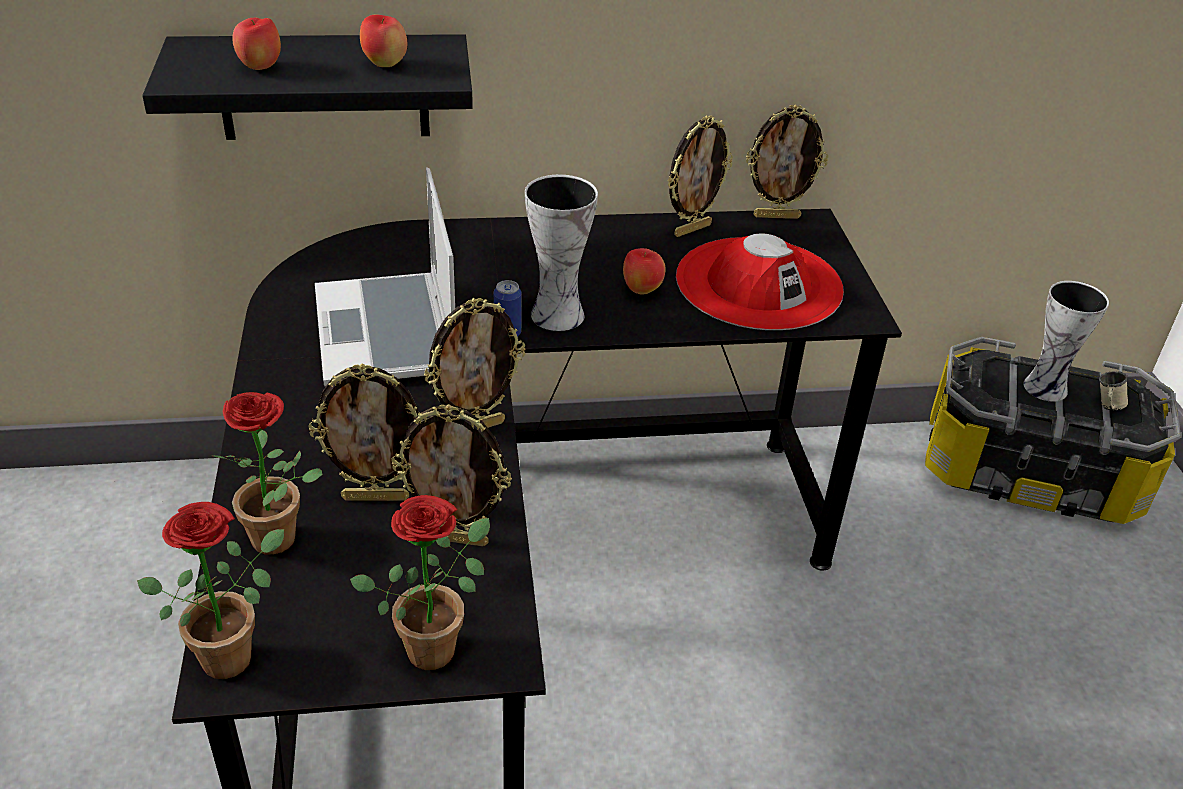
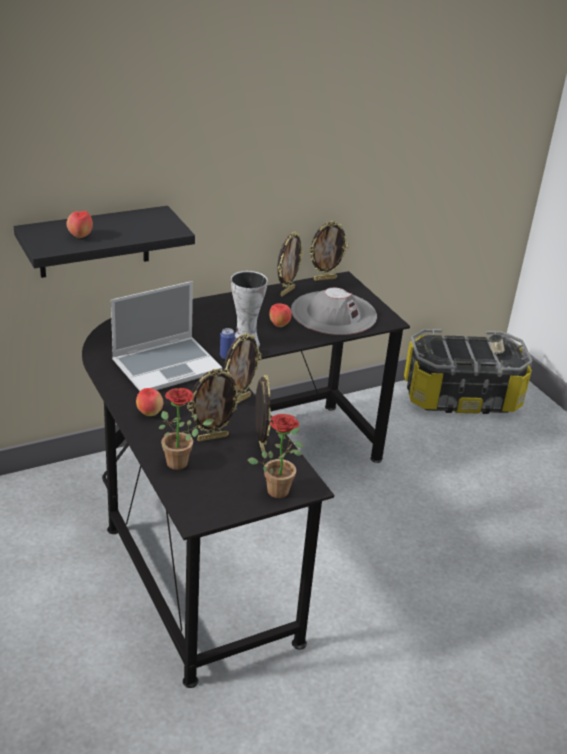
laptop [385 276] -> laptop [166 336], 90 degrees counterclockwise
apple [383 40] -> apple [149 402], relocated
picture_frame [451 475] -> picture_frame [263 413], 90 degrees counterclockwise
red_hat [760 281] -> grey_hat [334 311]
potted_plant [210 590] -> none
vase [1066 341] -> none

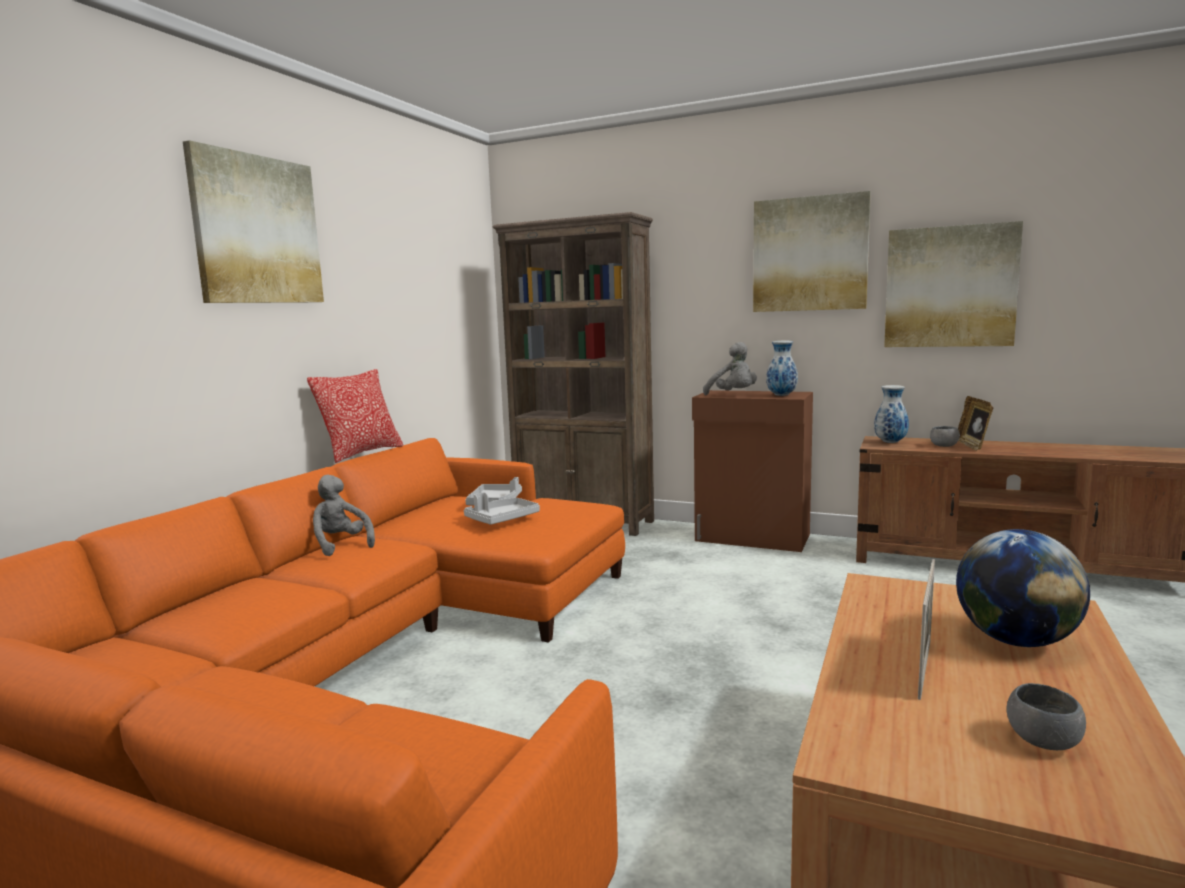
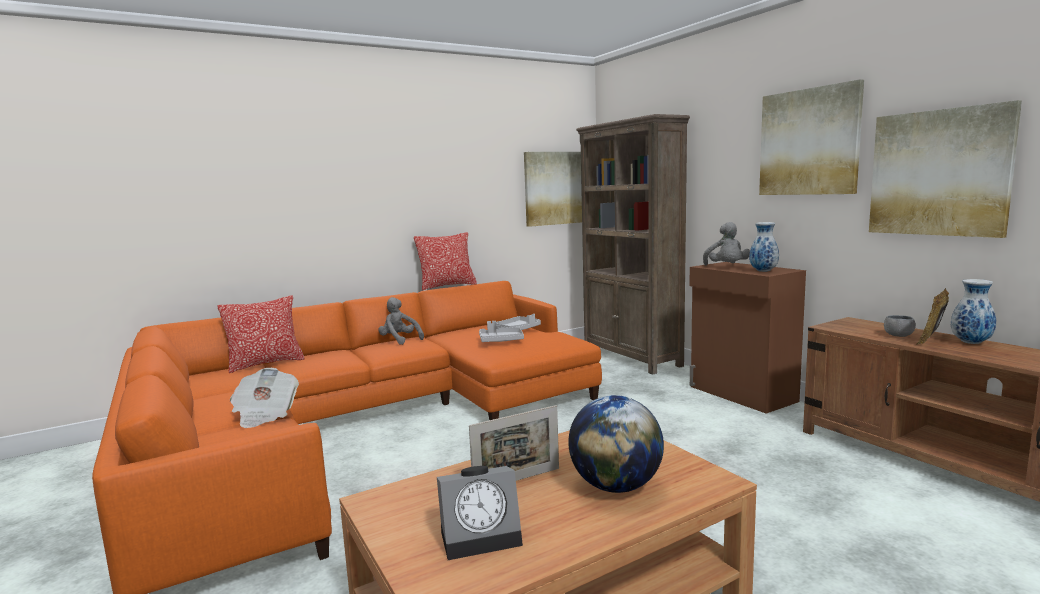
none -> pillow [261 334]
none -> newspaper [264 398]
grey_plush_toy [344 515] -> grey_plush_toy [401 321], 45 degrees counterclockwise
grey_bowl [1046 716] -> alarm_clock [480 513]
picture [253 221] -> picture [553 189], relocated
vase [891 414] -> vase [973 311], relocated

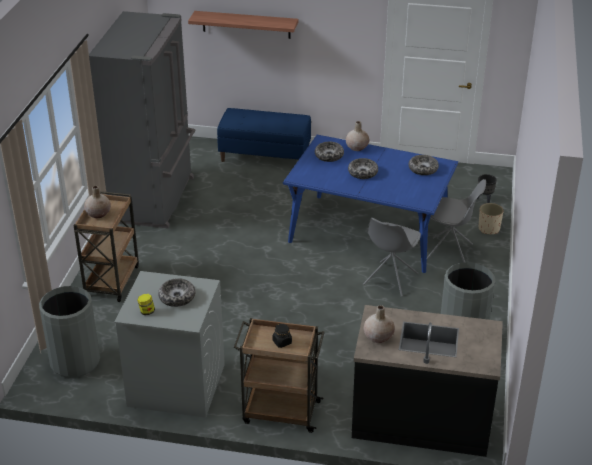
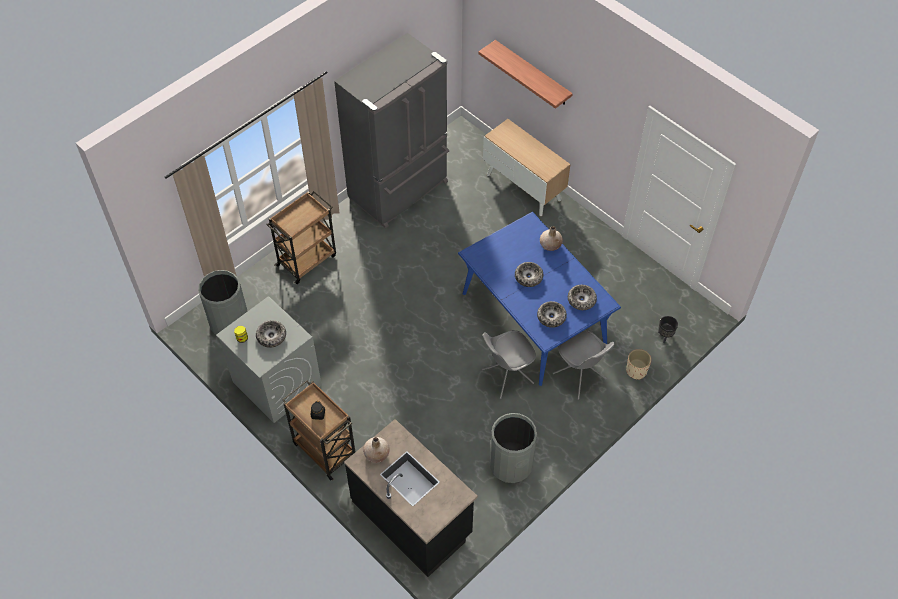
blue_bench [264 135] -> cabinet [526 167]
bowl [329 152] -> bowl [552 314], relocated
beige_vase [97 202] -> none

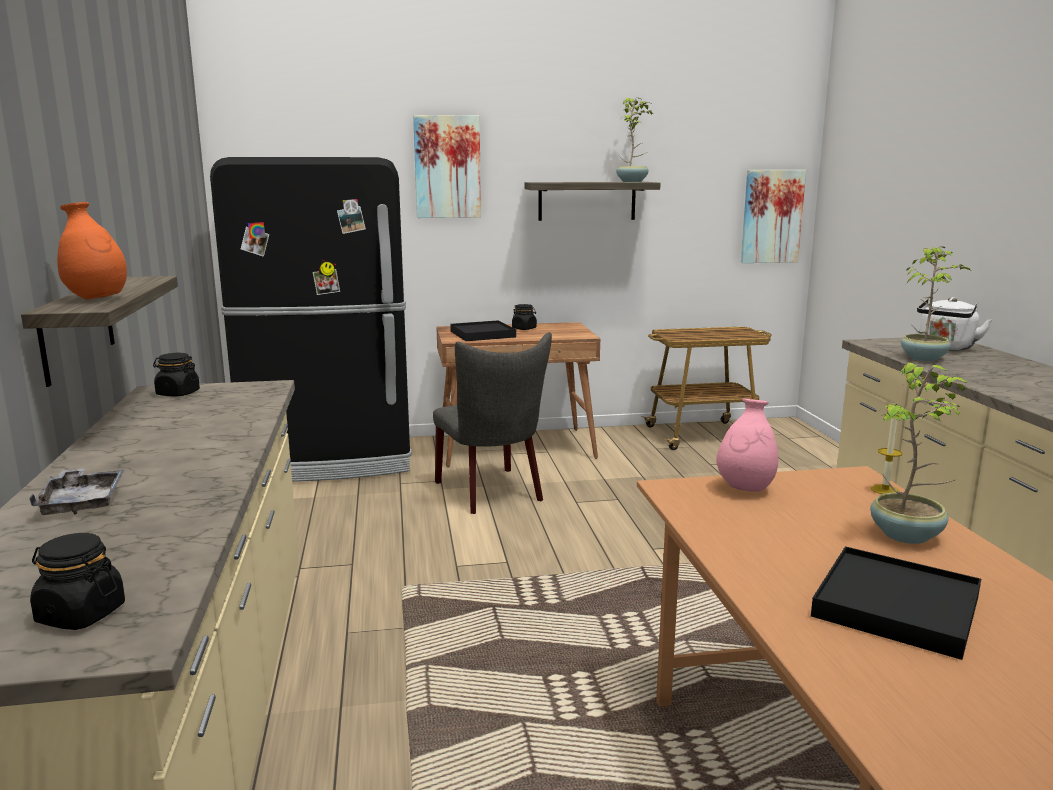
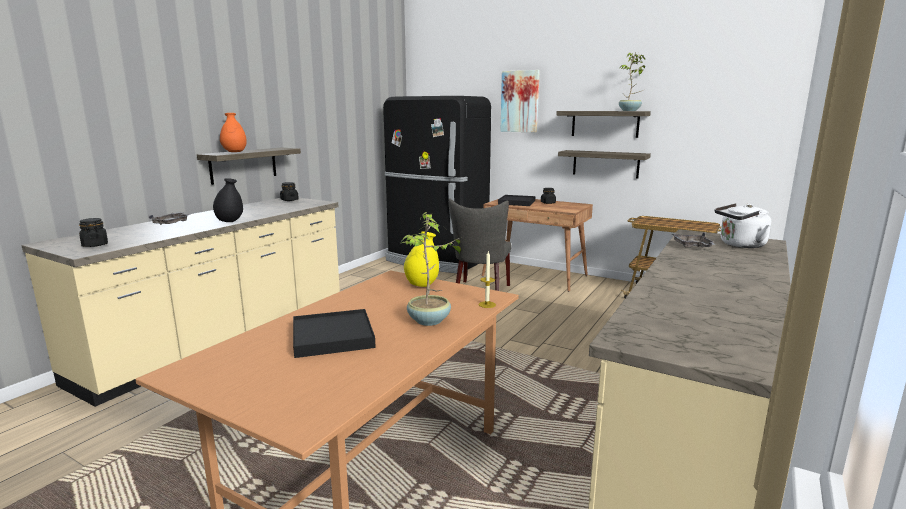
none -> black_vase [228 200]
pink_vase [747 445] -> yellow_vase [421 259]
none -> shelf [604 164]
potted_plant [935 303] -> grey_tray [694 240]
picture [773 216] -> none

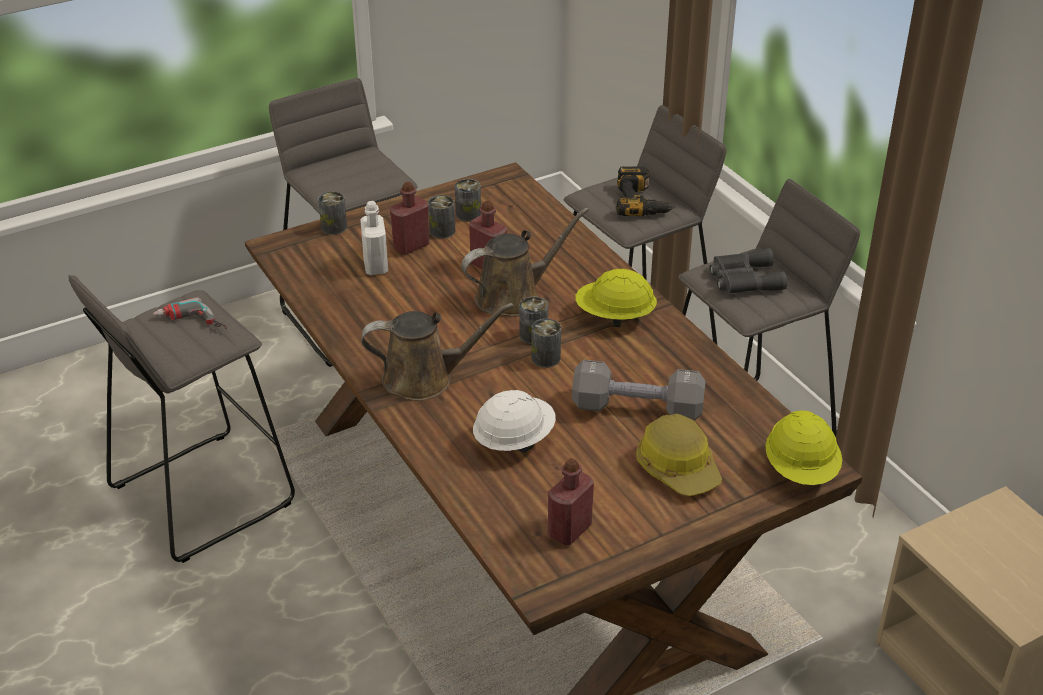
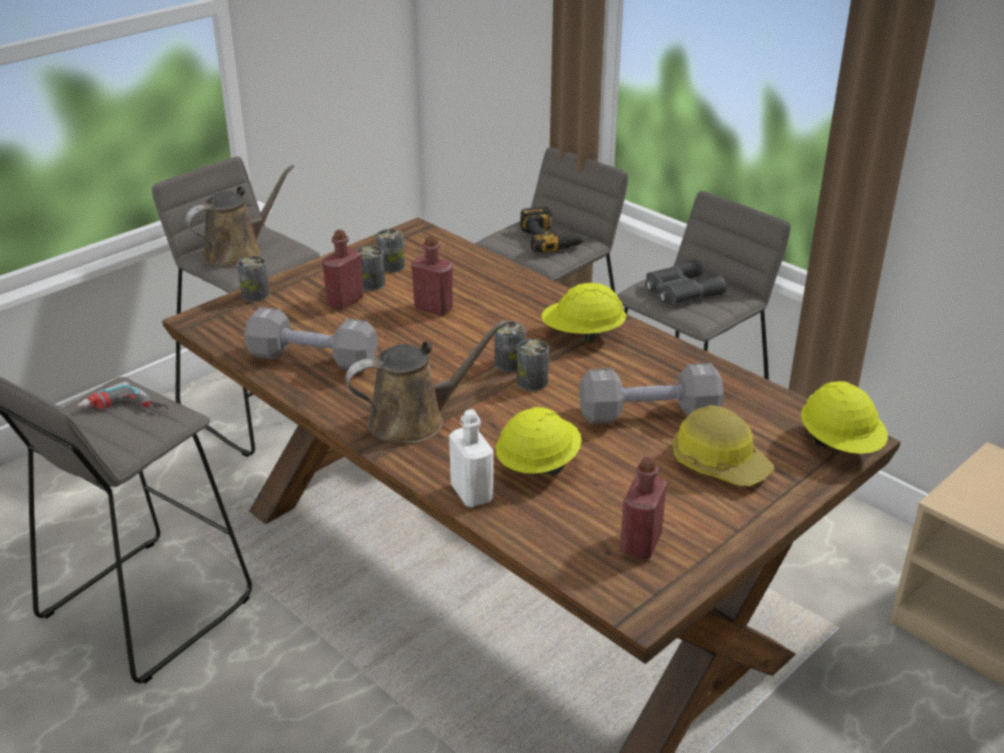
brown_watering_can [525 262] -> brown_watering_can [239 215], relocated
none -> grey_dumbbell [311 339]
white_bottle [374 238] -> white_bottle [471 458], relocated
white_hard_hat [514 421] -> yellow_hard_hat [539 441]

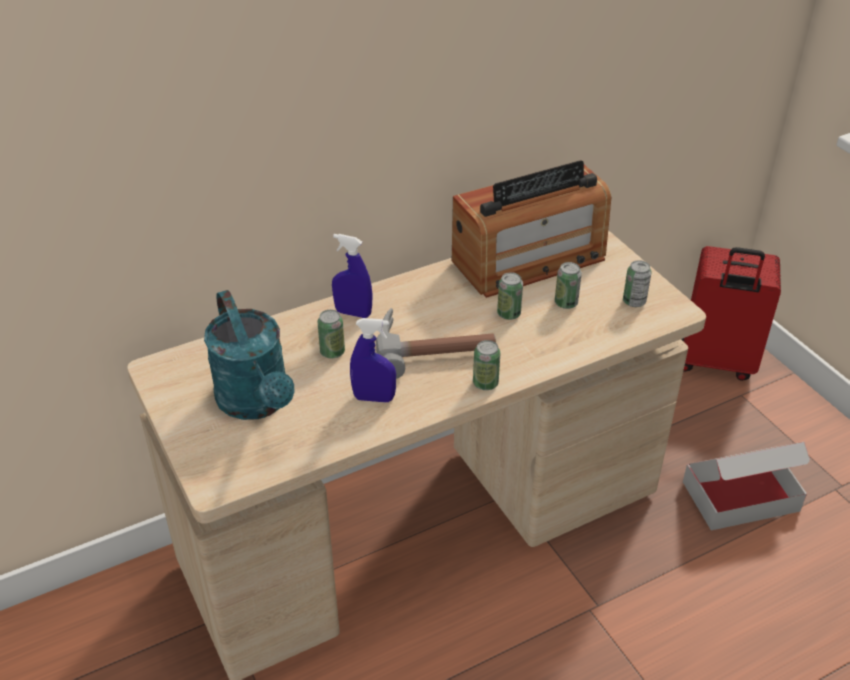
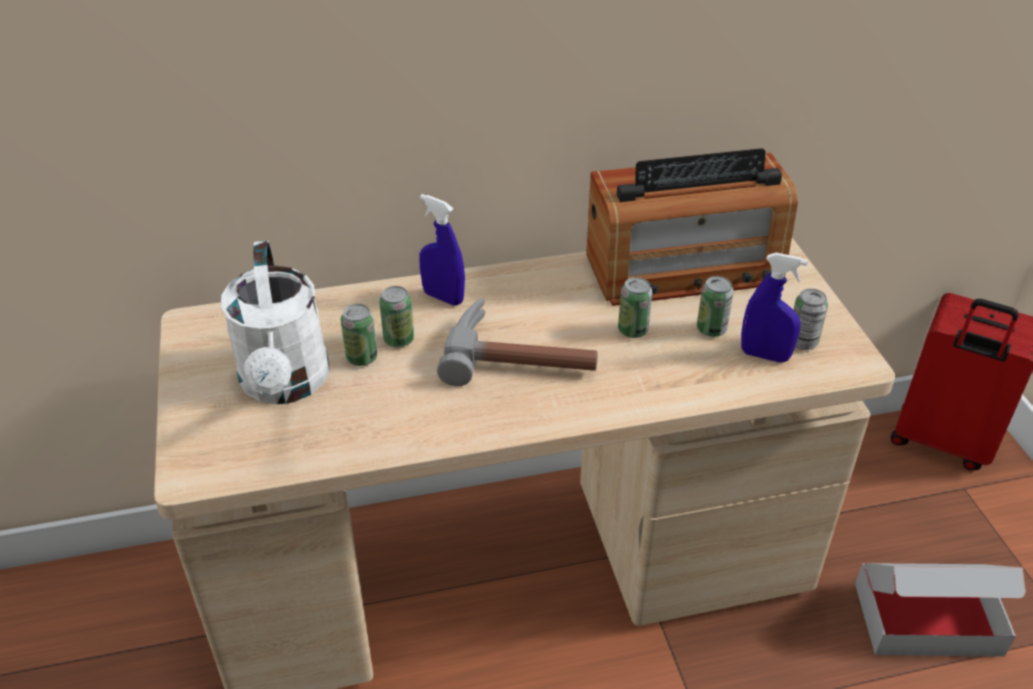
turquoise_watering_can [249 355] -> white_watering_can [275 322]
can [486 365] -> can [359 335], relocated
blue_spray_bottle [373 360] -> blue_spray_bottle [774 308], relocated

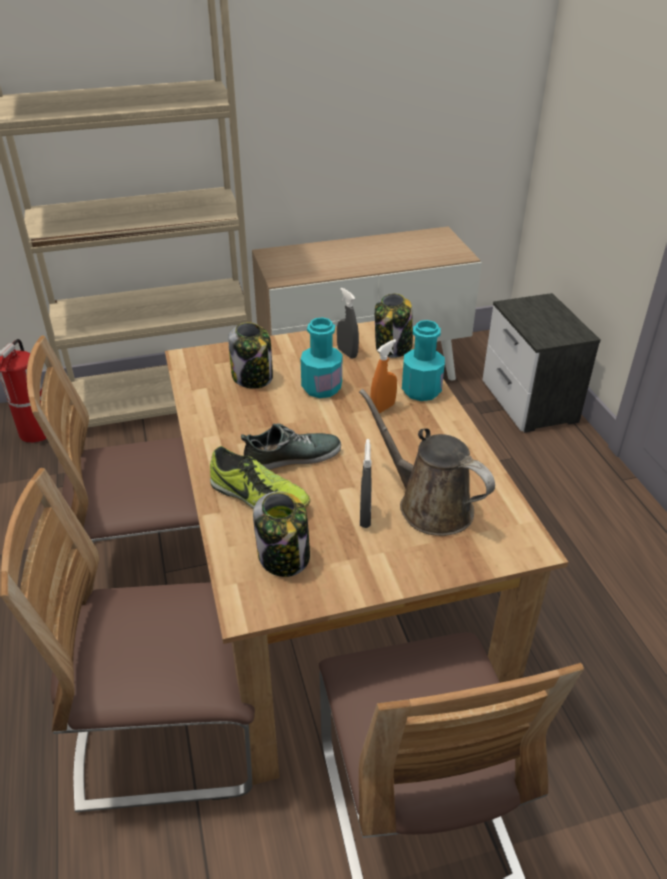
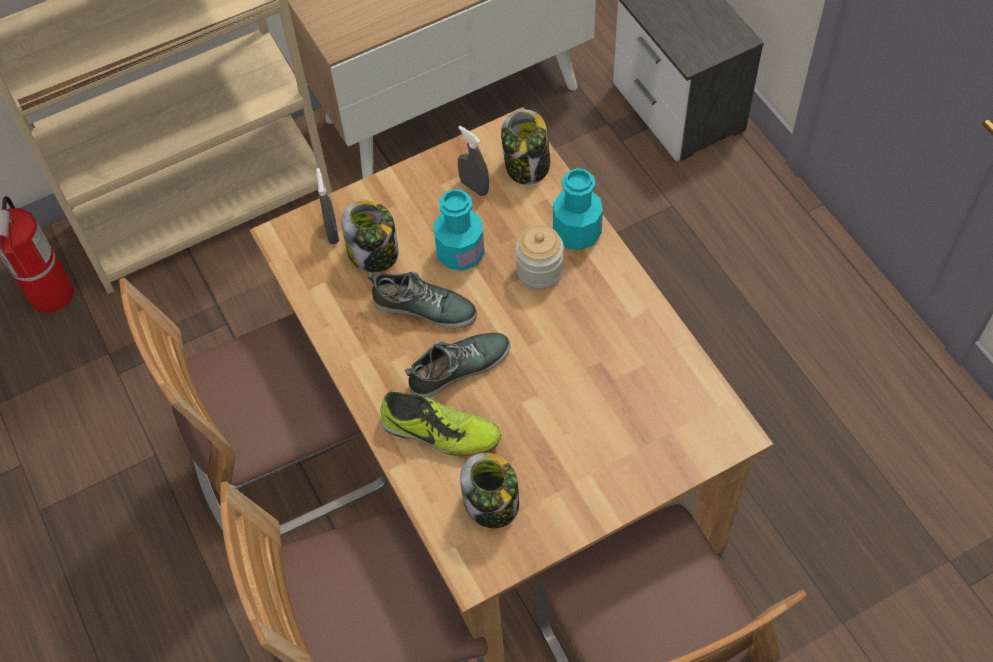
grey_spray_bottle [365 483] -> grey_spray_bottle [327 206], relocated
none -> shoe [422 300]
orange_spray_bottle [383 376] -> jar [540 257]
brown_watering_can [427 462] -> none

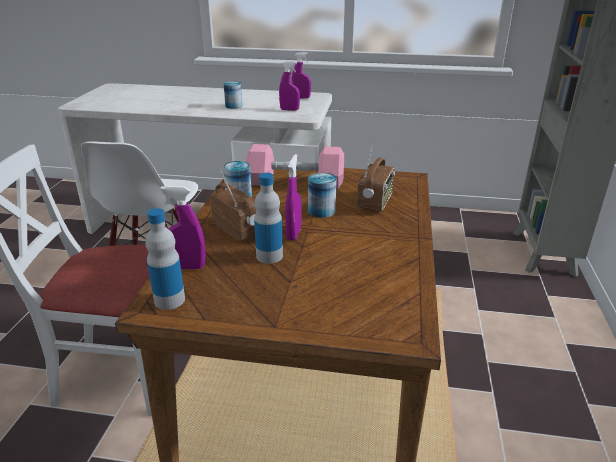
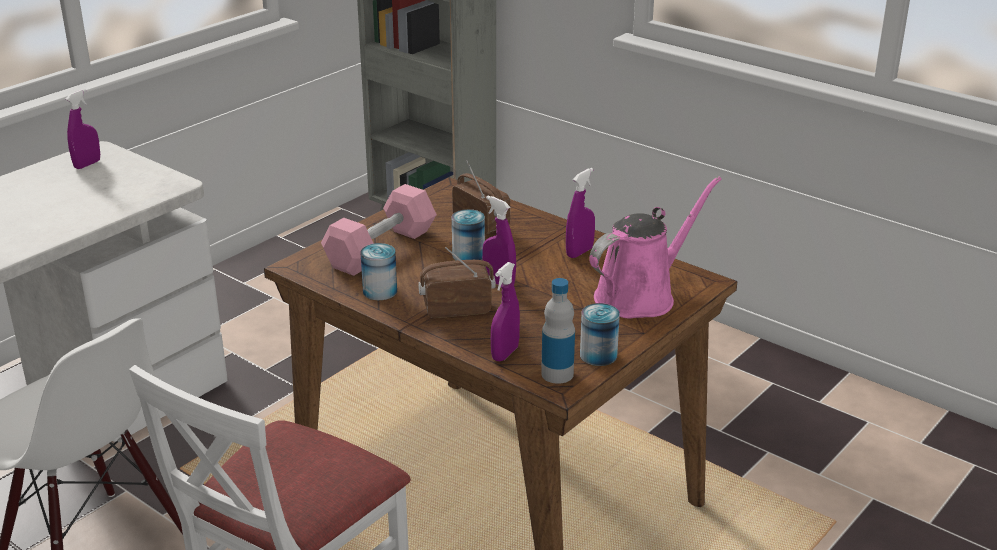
purple_spray_bottle [289 86] -> purple_spray_bottle [580 213], relocated
can [233 95] -> can [600 334], relocated
none -> pink_watering_can [655 247]
bottle [268 218] -> none

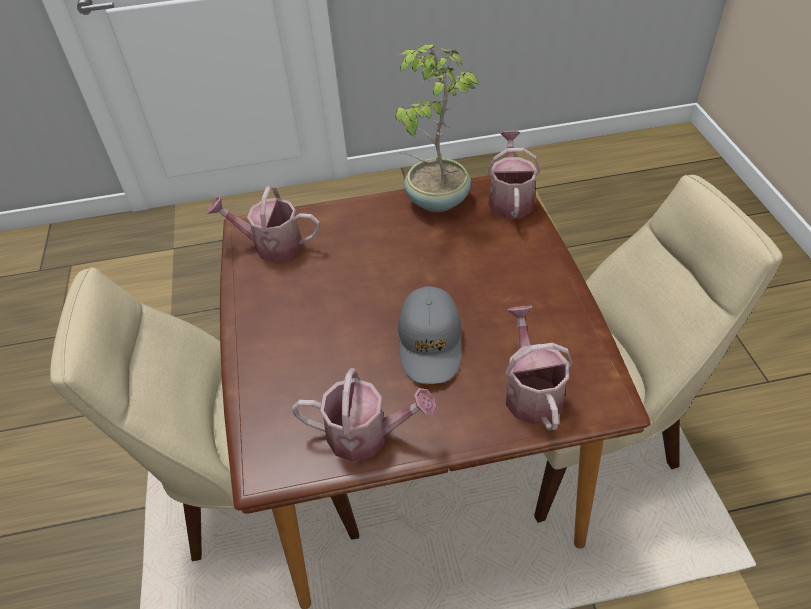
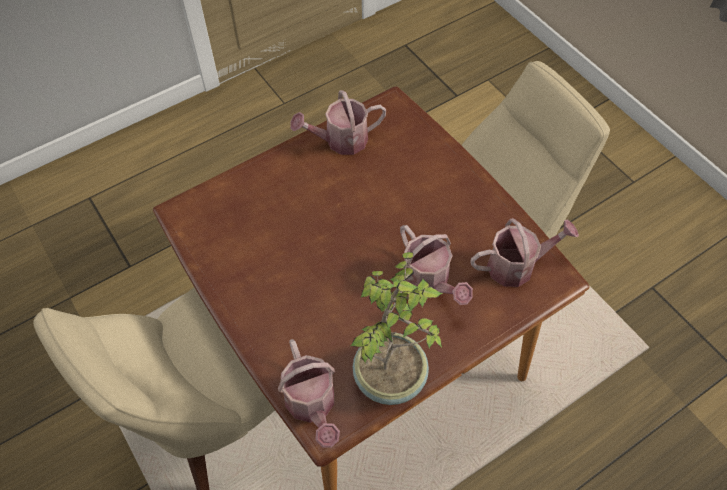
watering_can [539 367] -> watering_can [436 265], relocated
grey_cap [430 335] -> none

